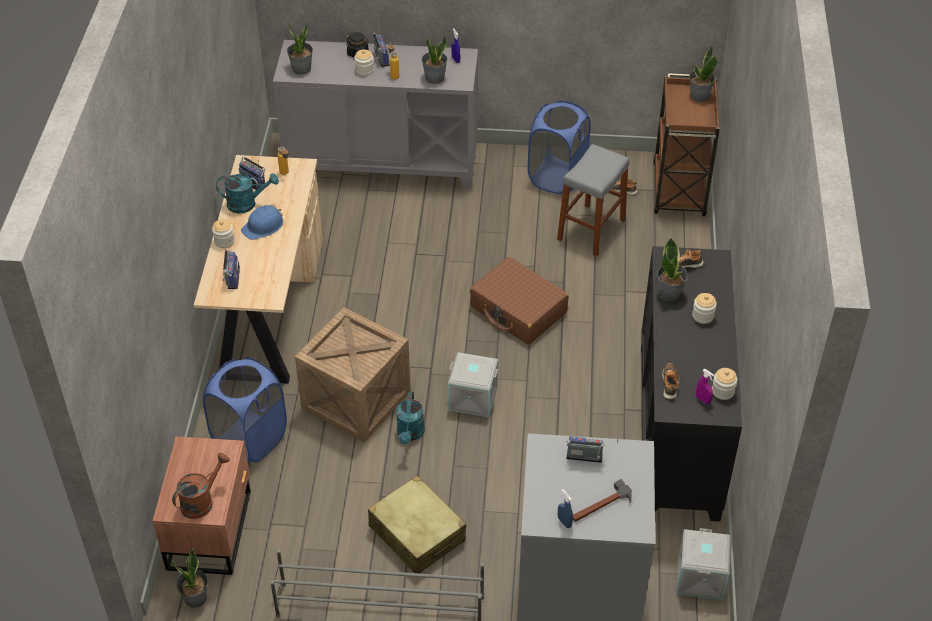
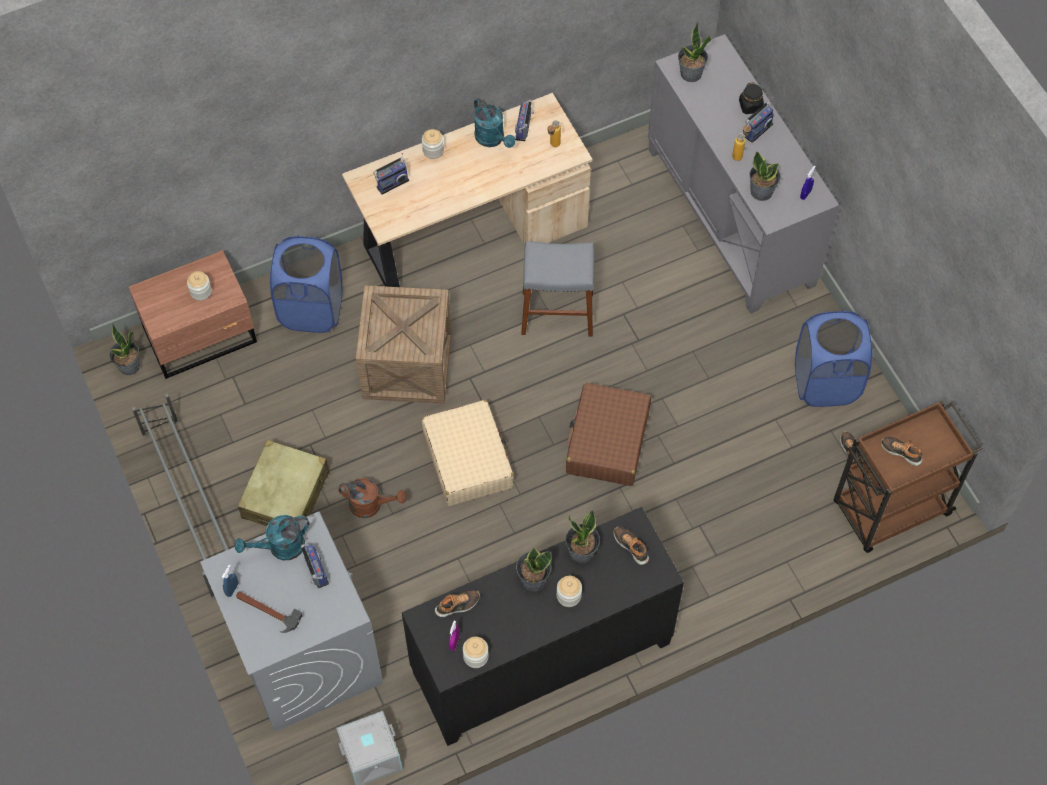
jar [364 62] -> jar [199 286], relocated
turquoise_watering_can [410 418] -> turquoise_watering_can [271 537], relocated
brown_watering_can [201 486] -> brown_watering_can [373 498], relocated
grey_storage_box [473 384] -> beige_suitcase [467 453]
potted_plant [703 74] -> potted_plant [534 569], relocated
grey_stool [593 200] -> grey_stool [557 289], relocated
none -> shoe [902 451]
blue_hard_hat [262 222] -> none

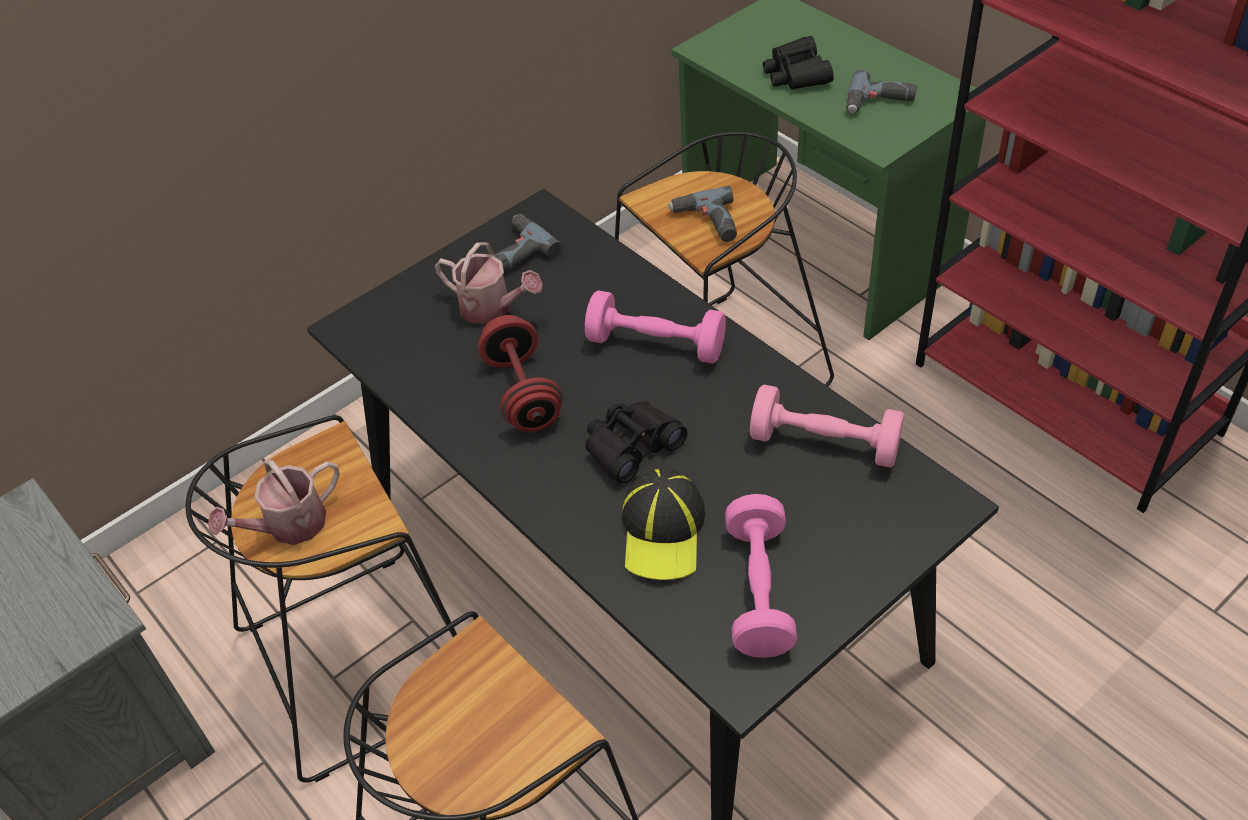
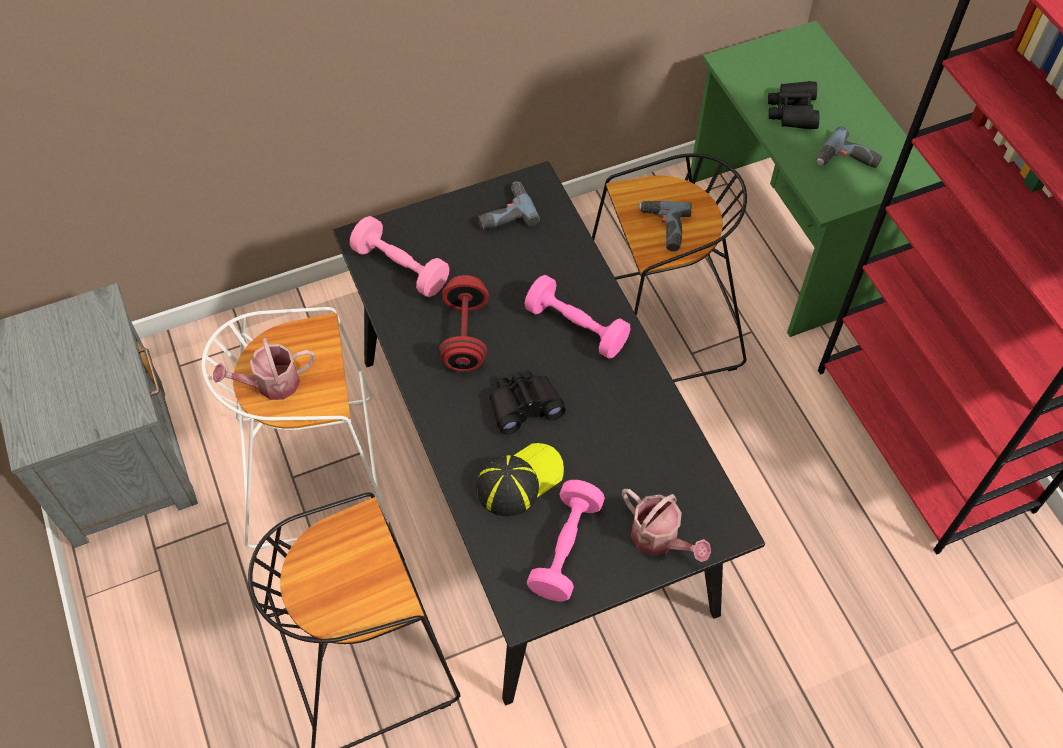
black_stool [321 599] -> white_stool [295 428]
pink_dumbbell [827 426] -> pink_dumbbell [399 256], relocated
cap [663 524] -> cap [520 479], 150 degrees counterclockwise
watering_can [489 283] -> watering_can [666 525], relocated

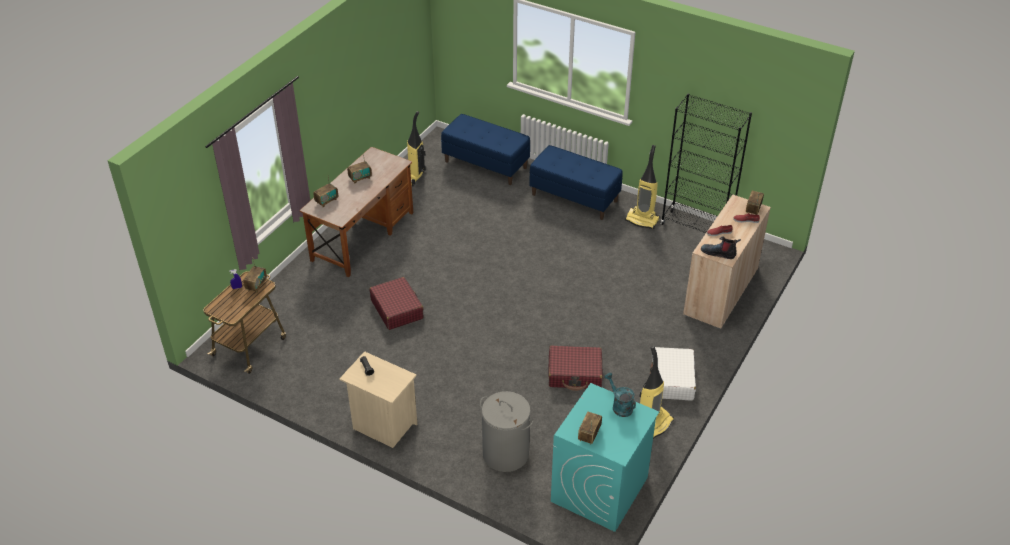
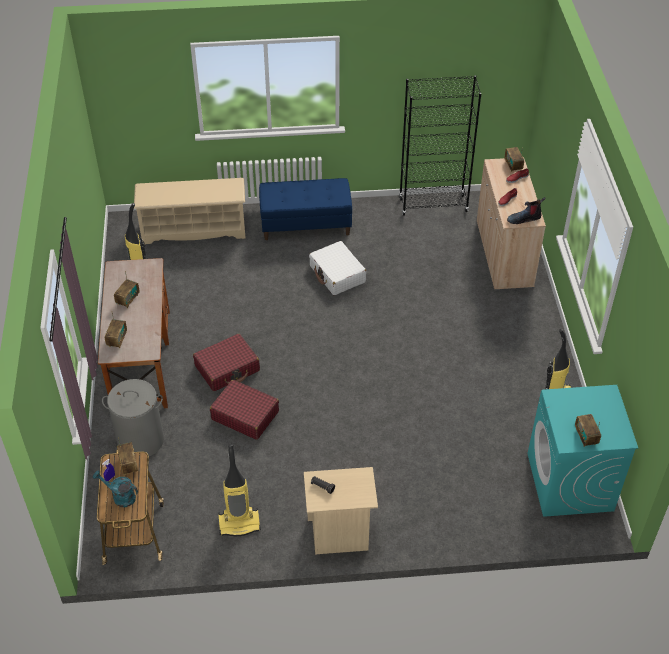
turquoise_watering_can [620 395] -> turquoise_watering_can [115 488], relocated
grey_laundry_basket [506 431] -> grey_laundry_basket [133 417], relocated
blue_bench [485 149] -> beige_shoe_rack [190 211]
red_suitcase [575 368] -> red_suitcase [226 362], relocated
vacuum_cleaner [642 187] -> vacuum_cleaner [239 490], relocated
white_suitcase [673 373] -> white_suitcase [337 268], relocated

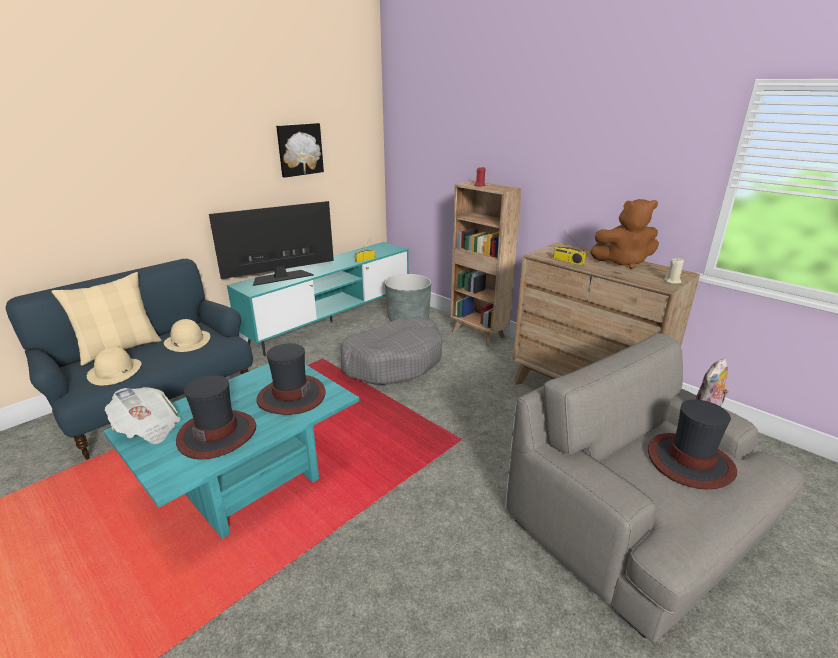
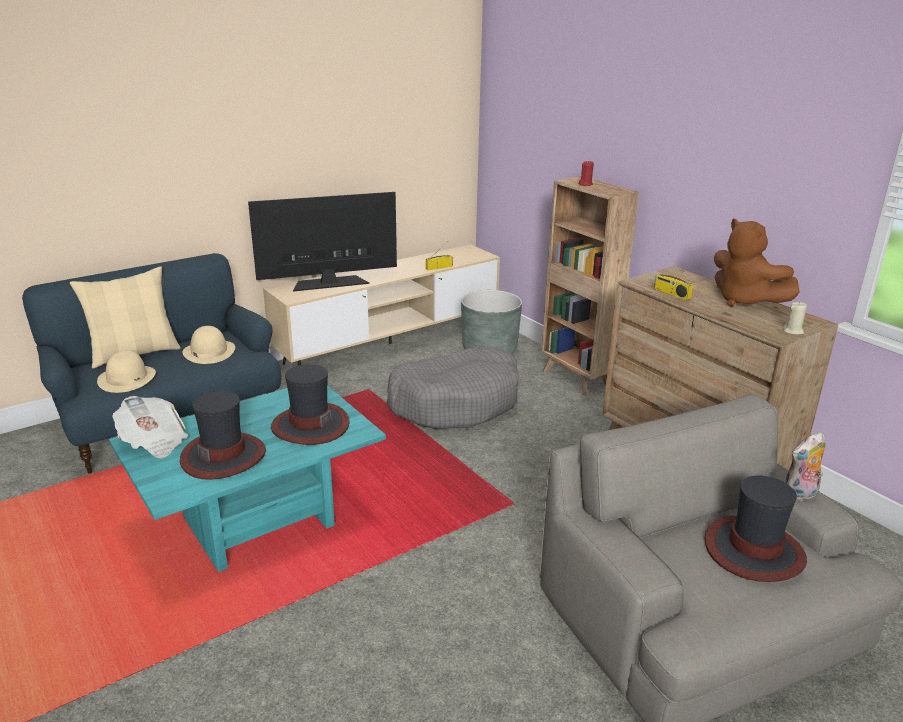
turquoise_tv_stand [318 299] -> beige_tv_stand [381 305]
brown_plush_toy [624 234] -> brown_plush_toy [757 263], 45 degrees clockwise
picture [300 150] -> none

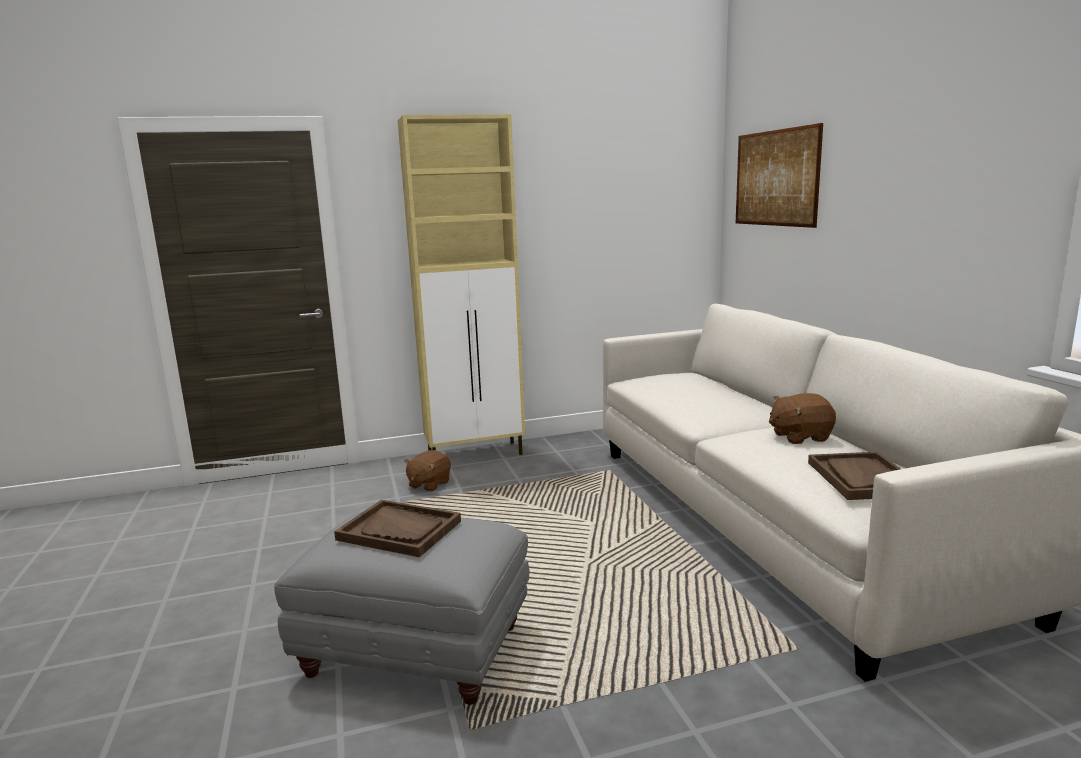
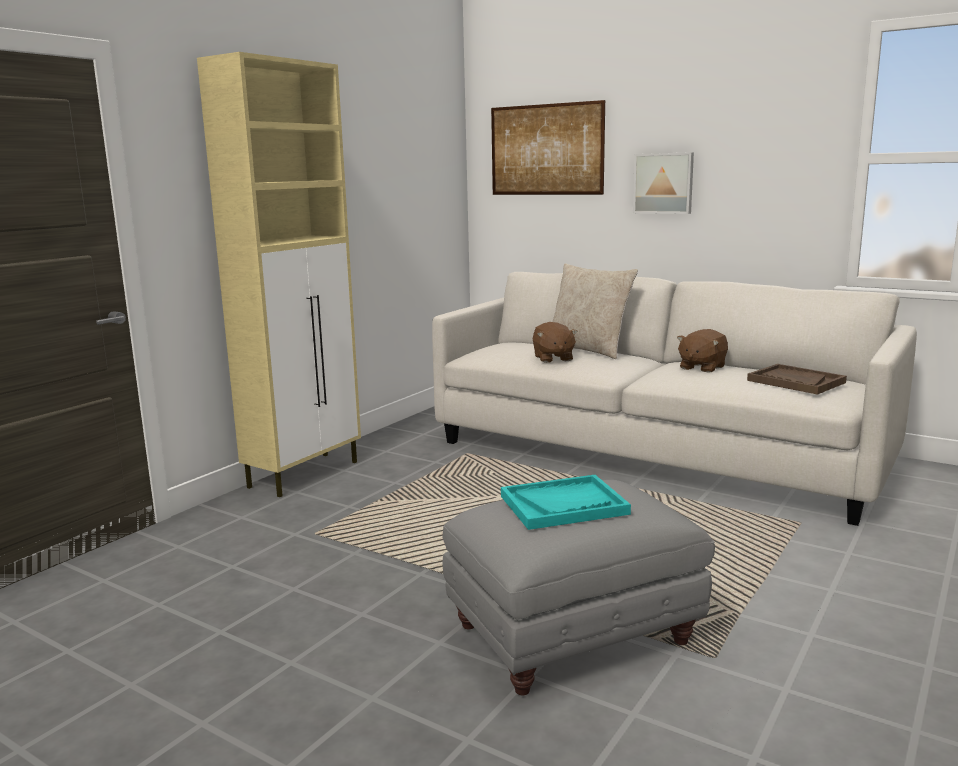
brown_tray [397 528] -> turquoise_tray [566 502]
brown_plush_toy [427 471] -> brown_plush_toy [555 342], relocated
none -> beige_pillow [595 311]
none -> picture [663 183]

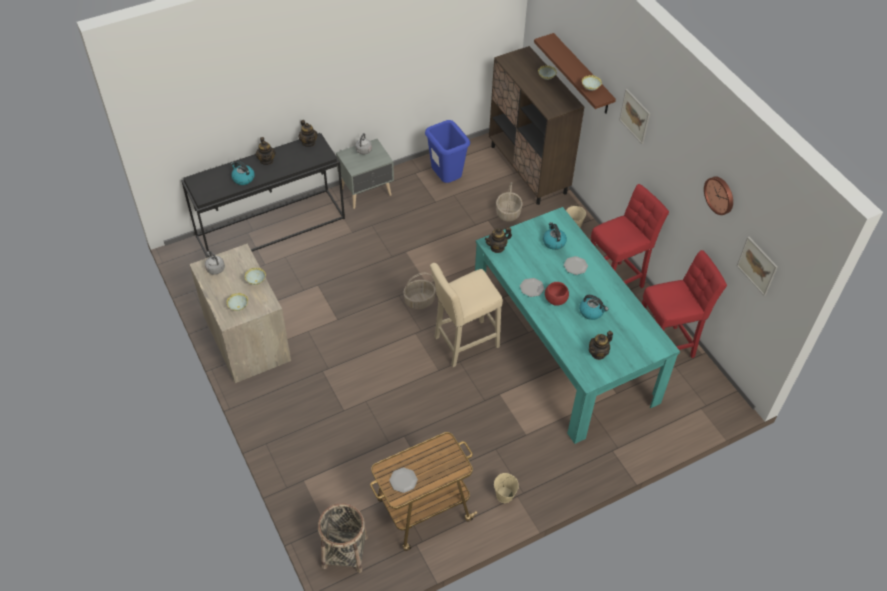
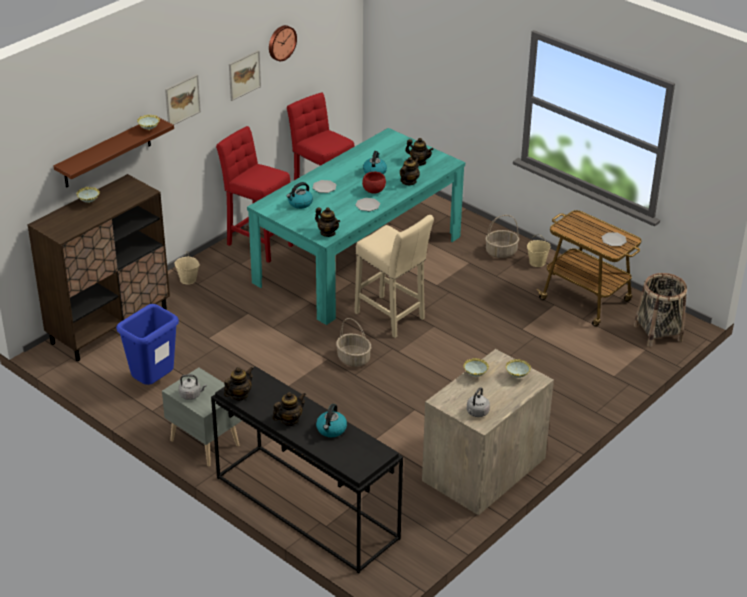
picture [757 266] -> picture [245 75], relocated
none -> teapot [410 171]
basket [509 202] -> basket [502 236], relocated

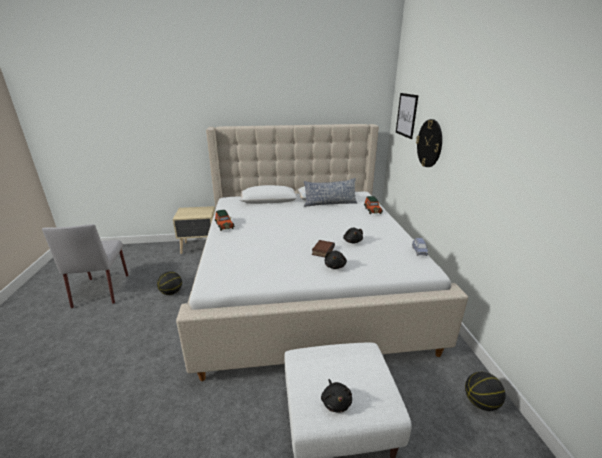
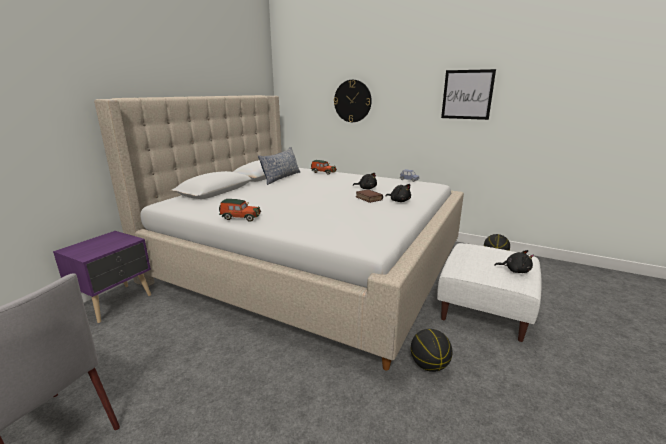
beige_nightstand [194 230] -> purple_nightstand [102 277]
basketball [169 283] -> basketball [432 350], relocated
picture [407 116] -> picture [468 94], relocated

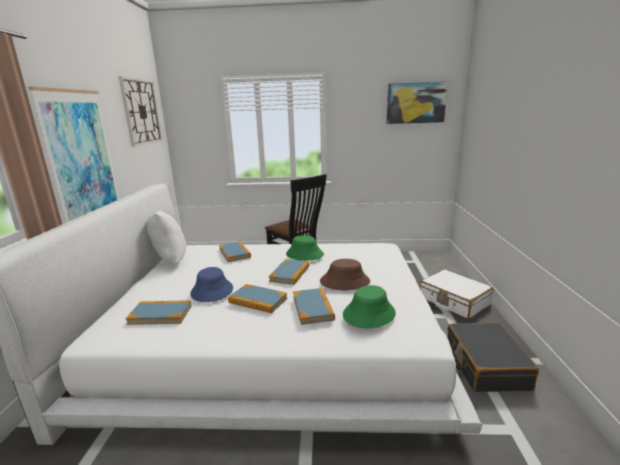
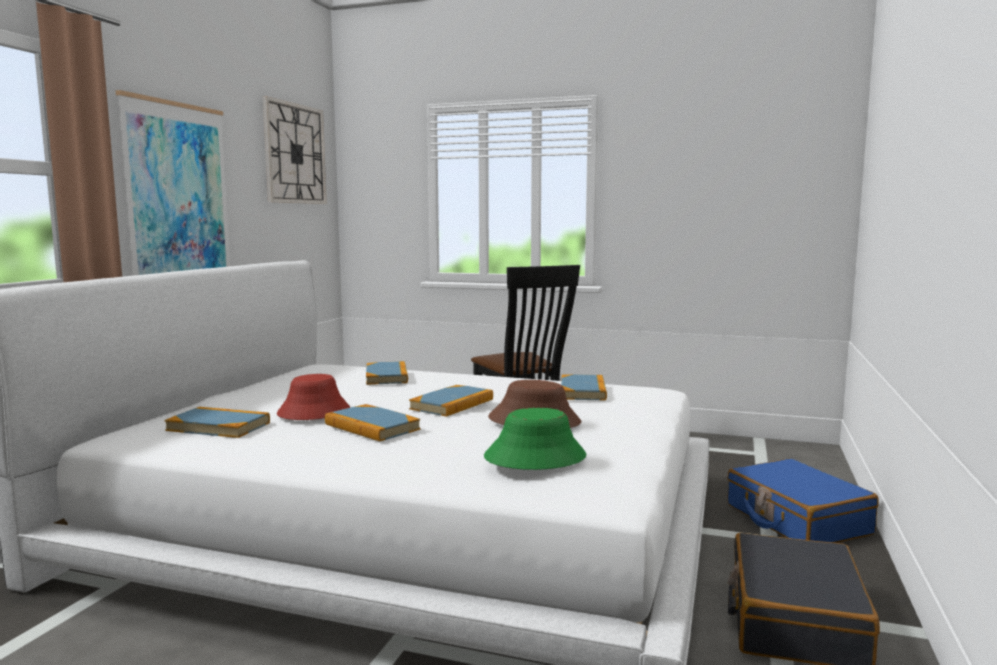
blue_hat [211 284] -> red_hat [313 397]
book [314 306] -> book [584 387], relocated
white_suitcase [456 294] -> blue_suitcase [803 500]
white_pillow [166 237] -> none
green_hat [305 248] -> none
picture [417 103] -> none

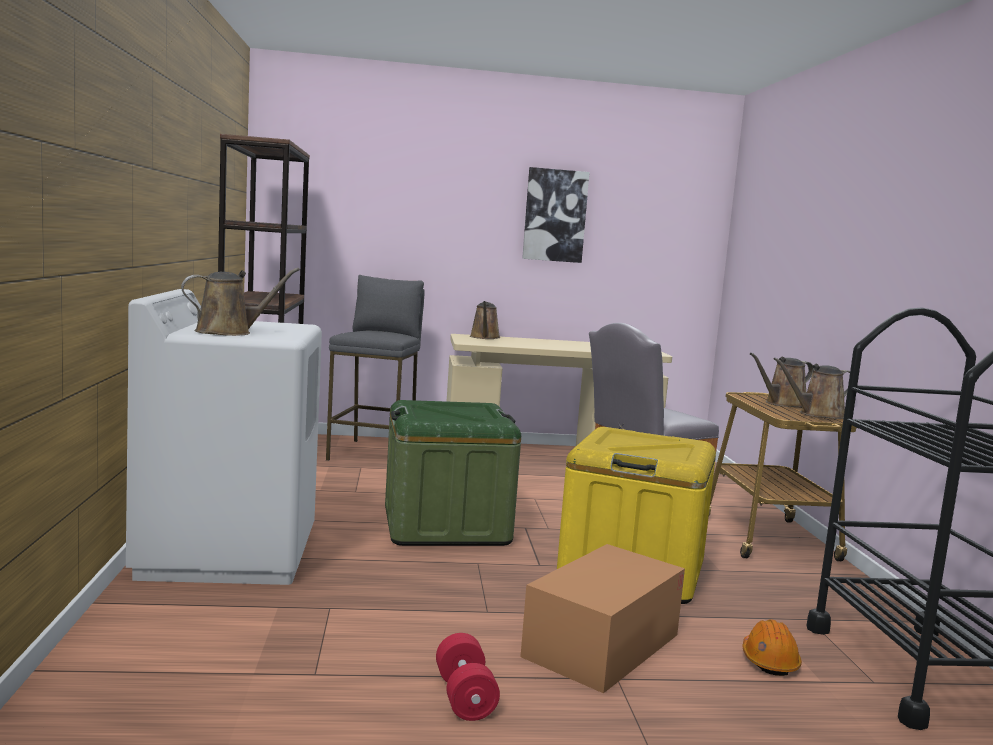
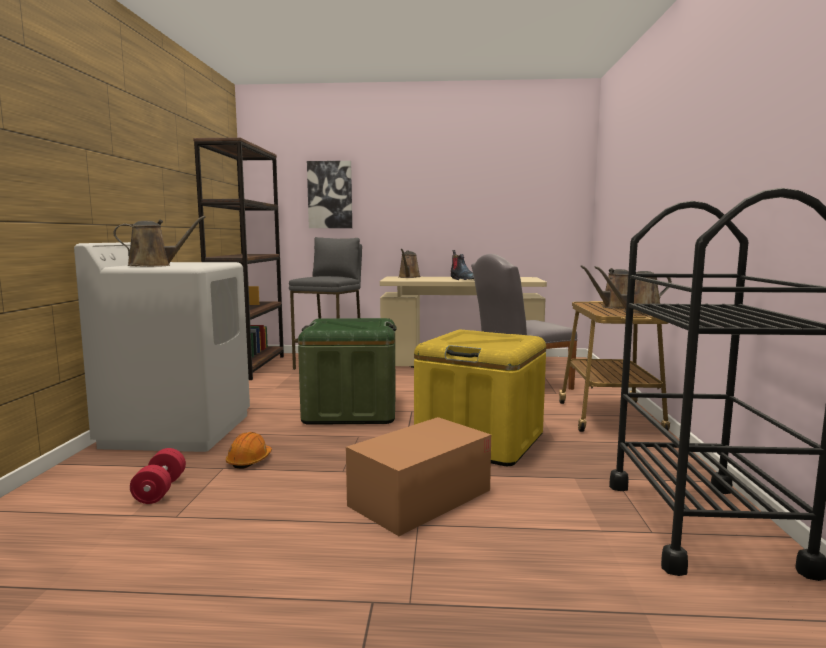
red_dumbbell [468 677] -> red_dumbbell [158 476], relocated
orange_hard_hat [772 647] -> orange_hard_hat [249 450], relocated
picture [556 215] -> picture [329 194], relocated
none -> boot [462 265]

